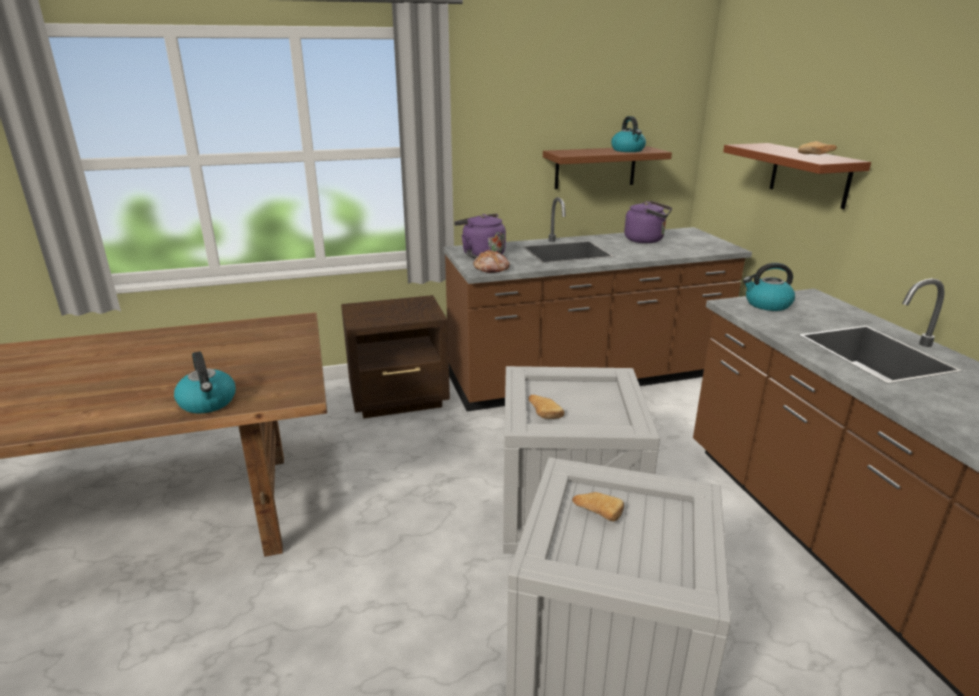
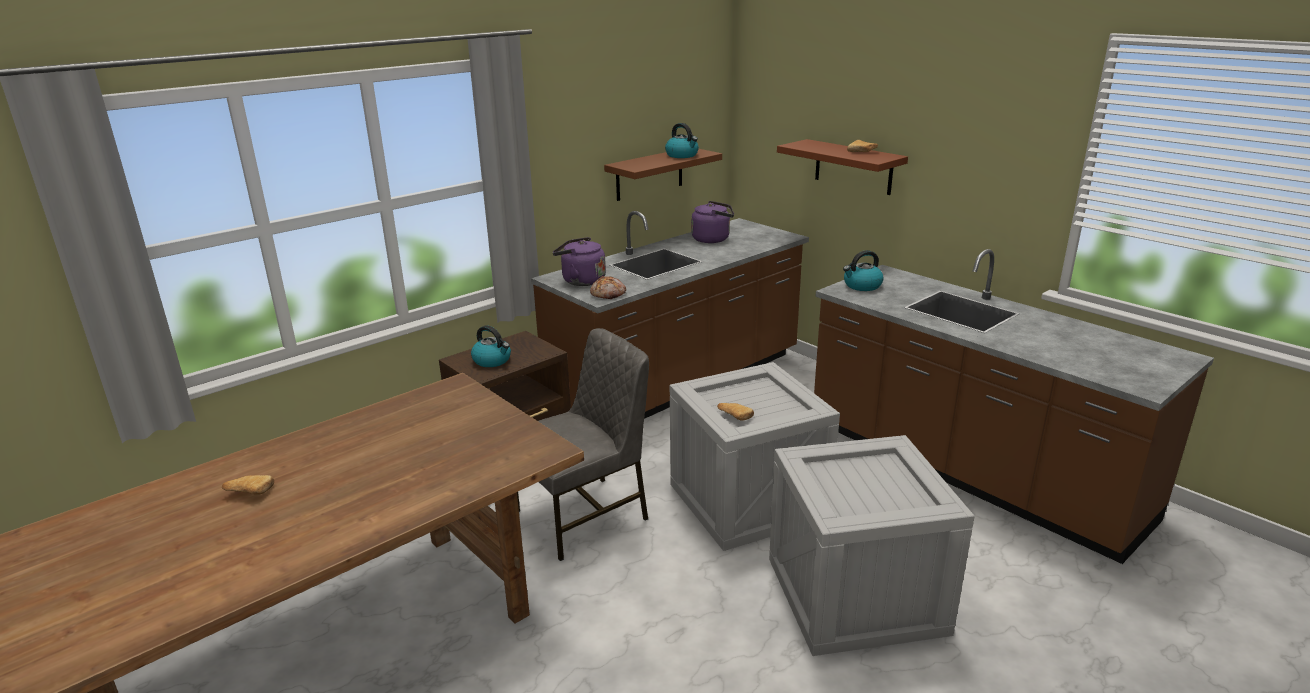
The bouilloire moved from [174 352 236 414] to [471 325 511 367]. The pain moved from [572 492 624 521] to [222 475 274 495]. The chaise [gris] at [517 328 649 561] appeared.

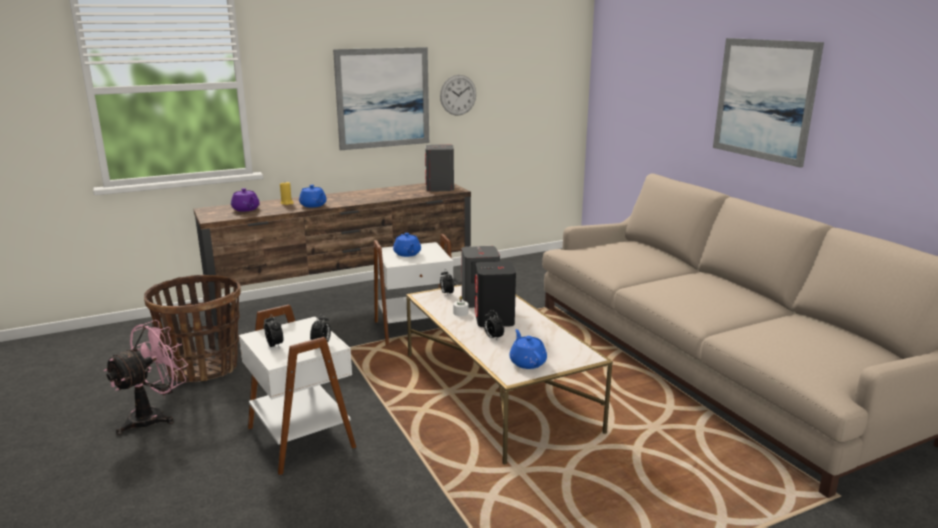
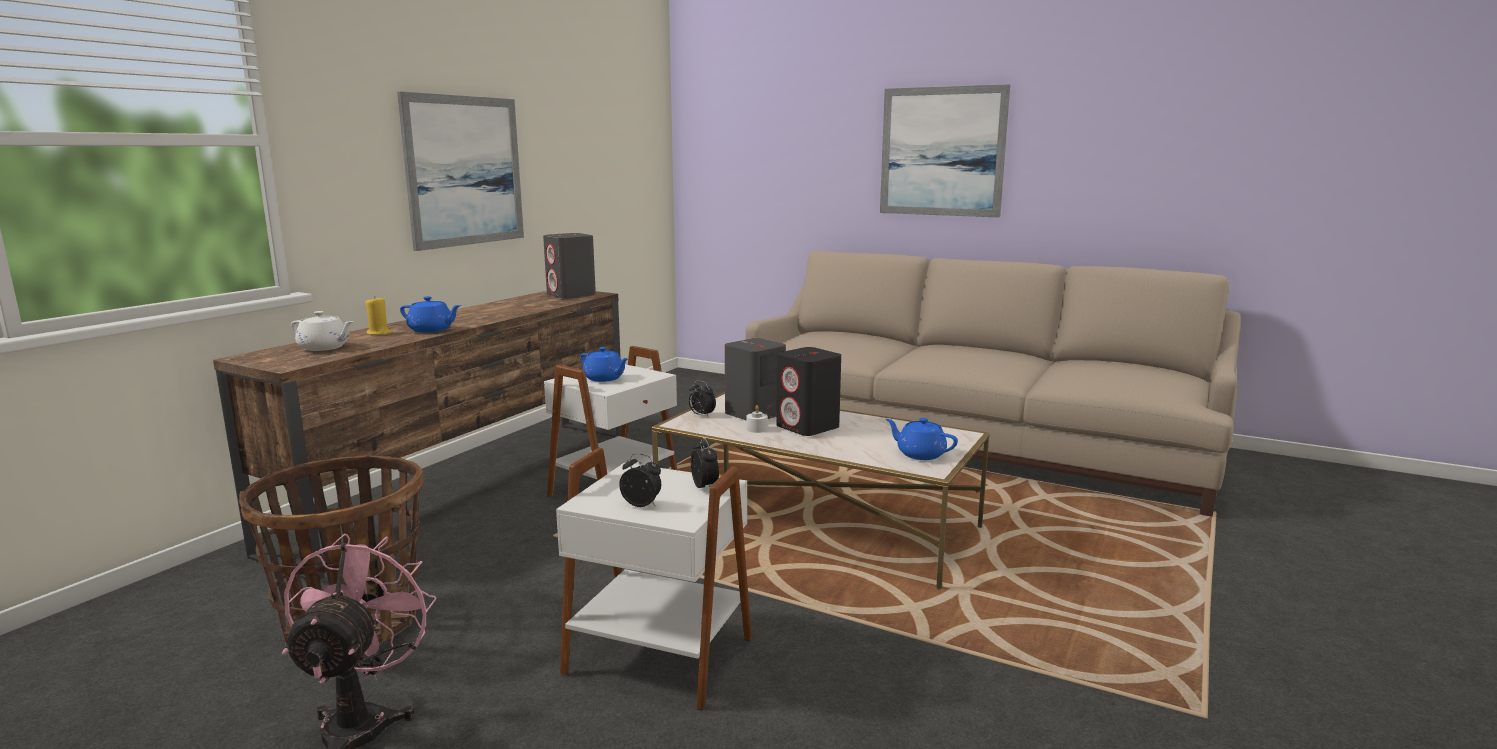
The horloge murale at [440 75 476 116] disappeared. The théière [violet] at [231 188 260 212] became the théière [blanc] at [291 311 354 351]. The réveil at [484 310 504 340] disappeared.

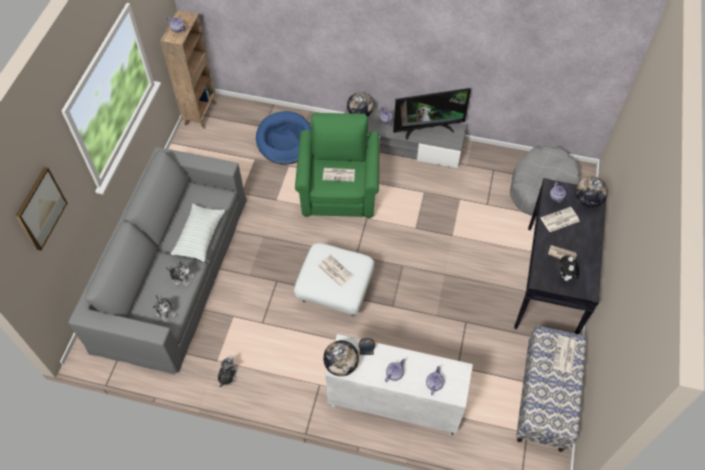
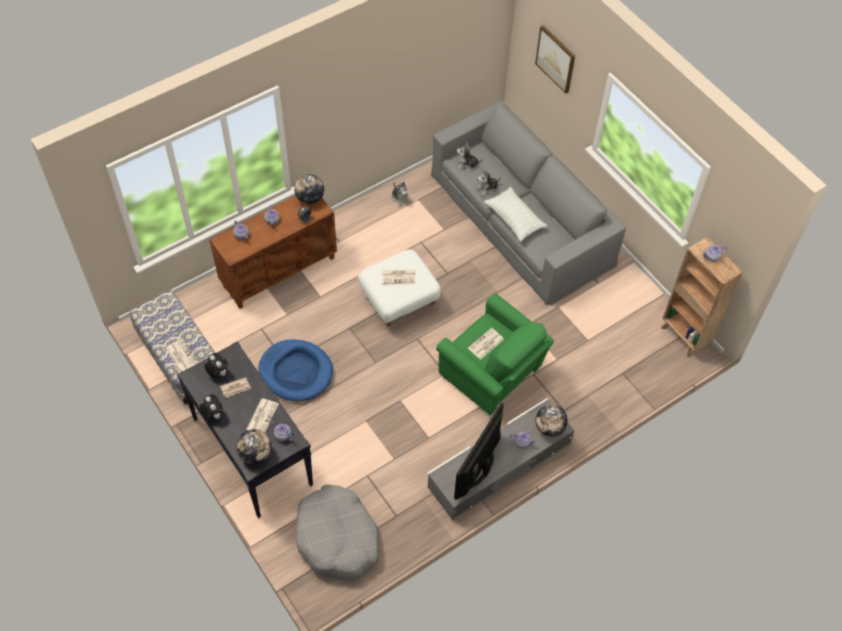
The panier pour chien [bleu] moved from [256 111 311 165] to [259 339 333 401]. The meuble de rangement [blanc] at [326 334 473 436] became the meuble de rangement [marron] at [209 196 337 309]. The peluche at [200 394 223 419] appeared.

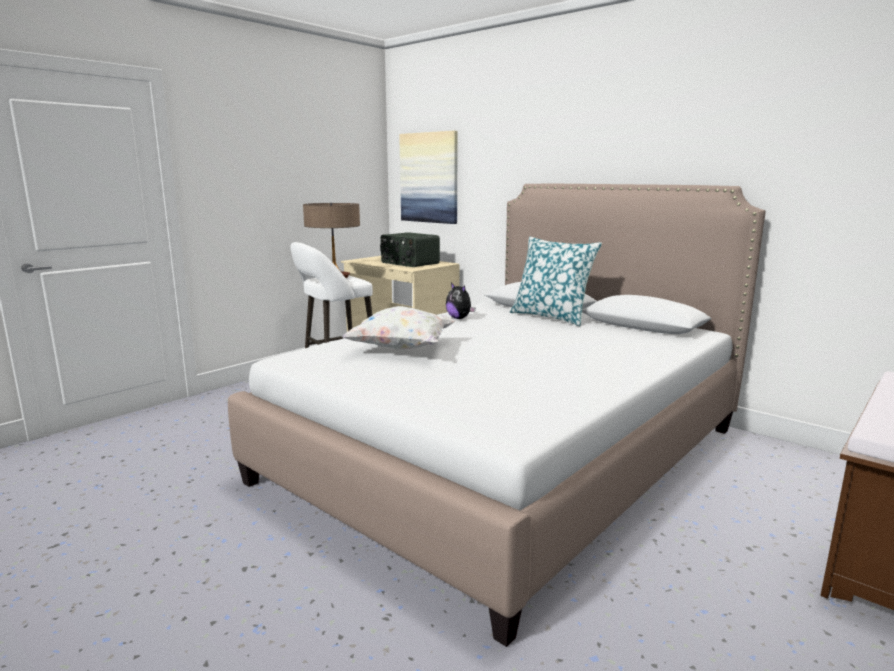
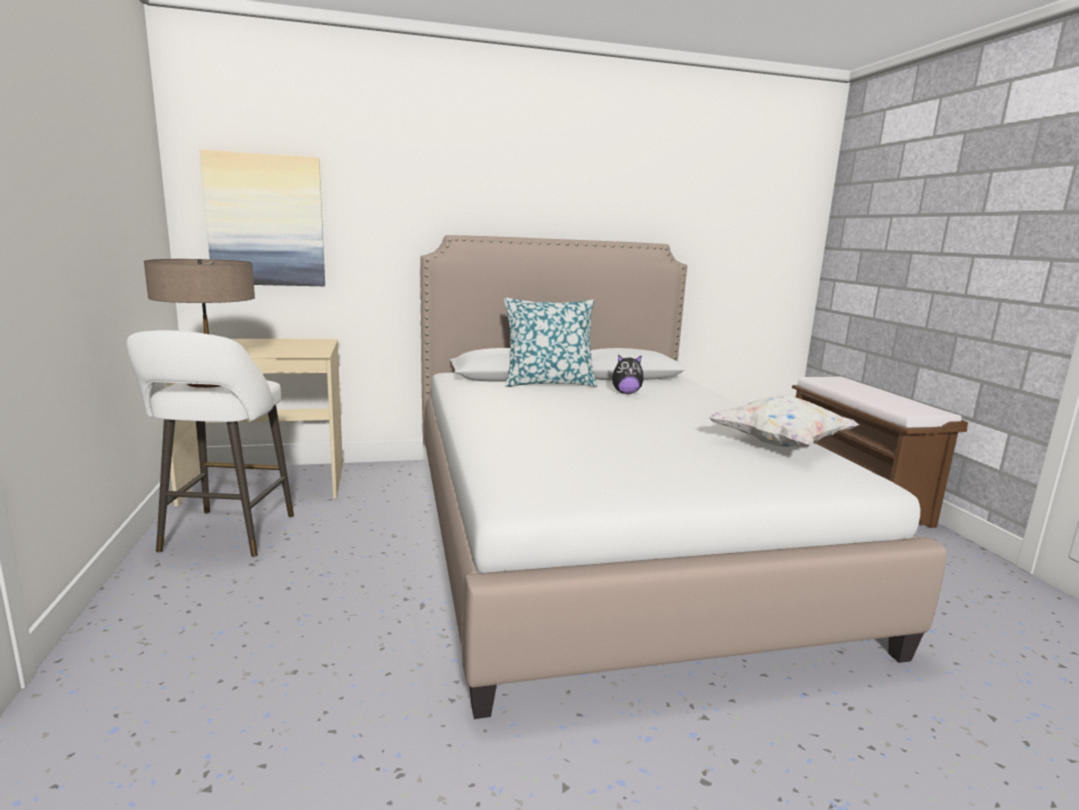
The radio at [380 232 440 267] disappeared. The peluche moved from [446 283 475 319] to [612 354 644 394]. The coussin [blanc] moved from [341 306 456 350] to [708 396 859 447].

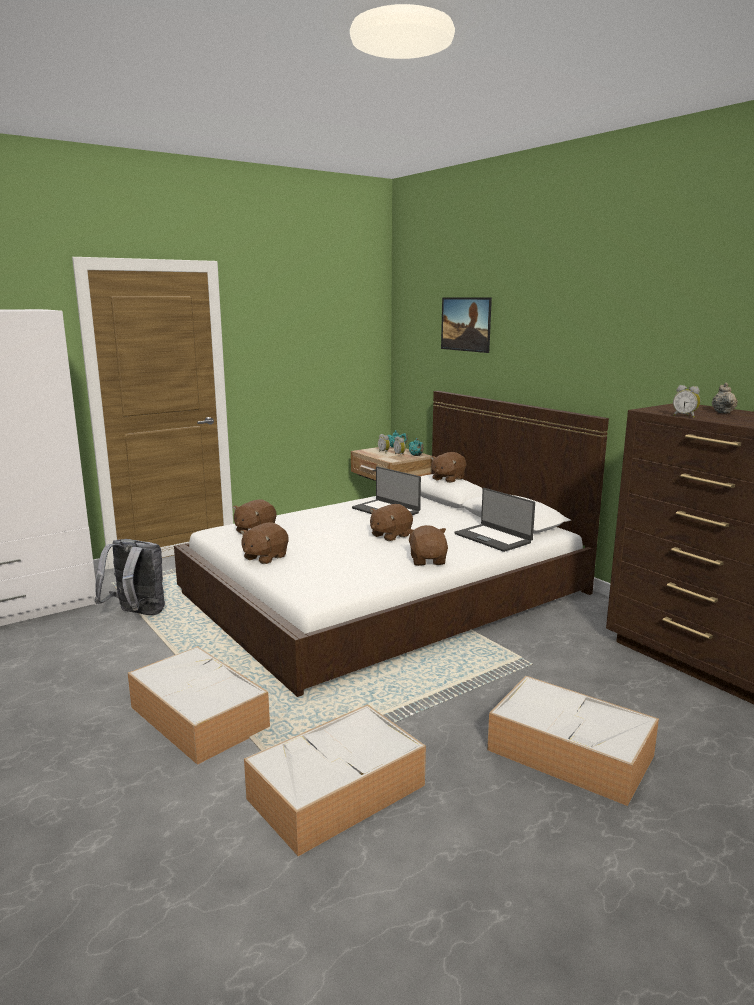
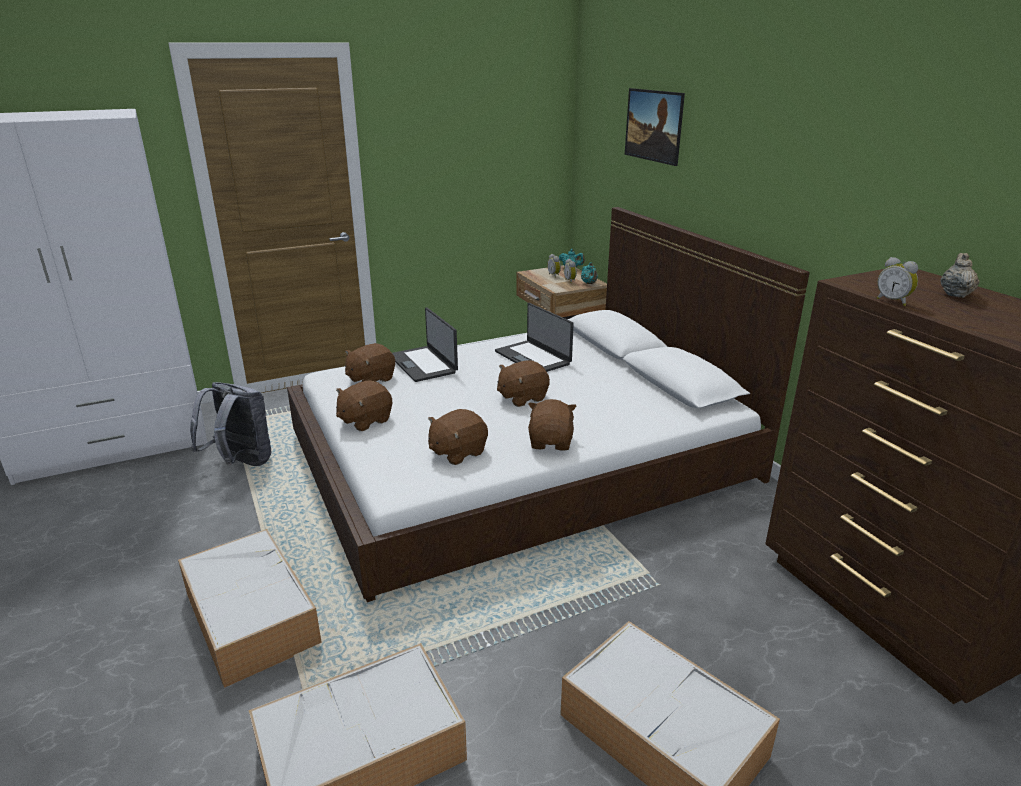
The peluche [marron] moved from [430 452 466 483] to [428 409 488 465]. The ordinateur portable moved from [454 488 535 552] to [392 307 458 382].

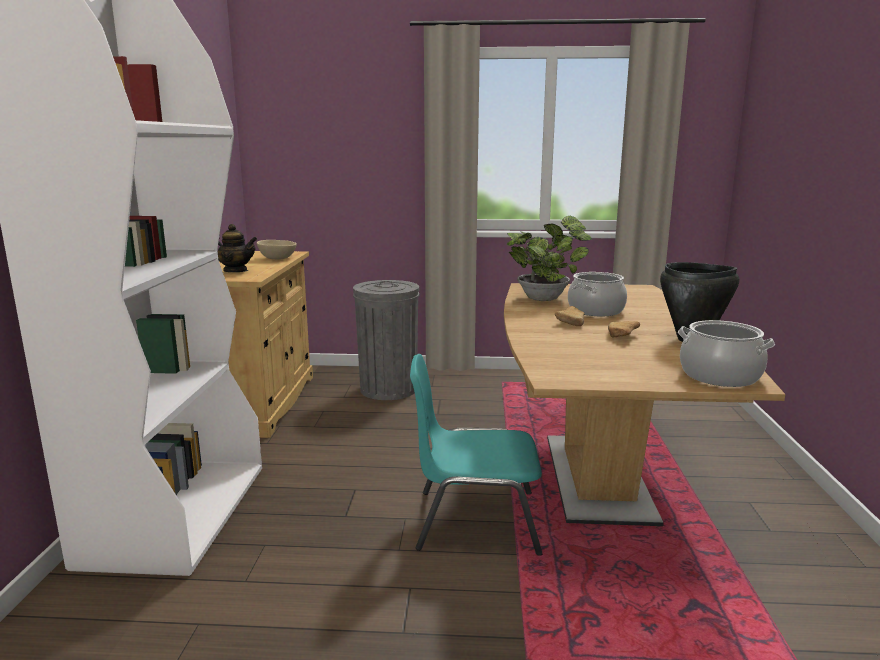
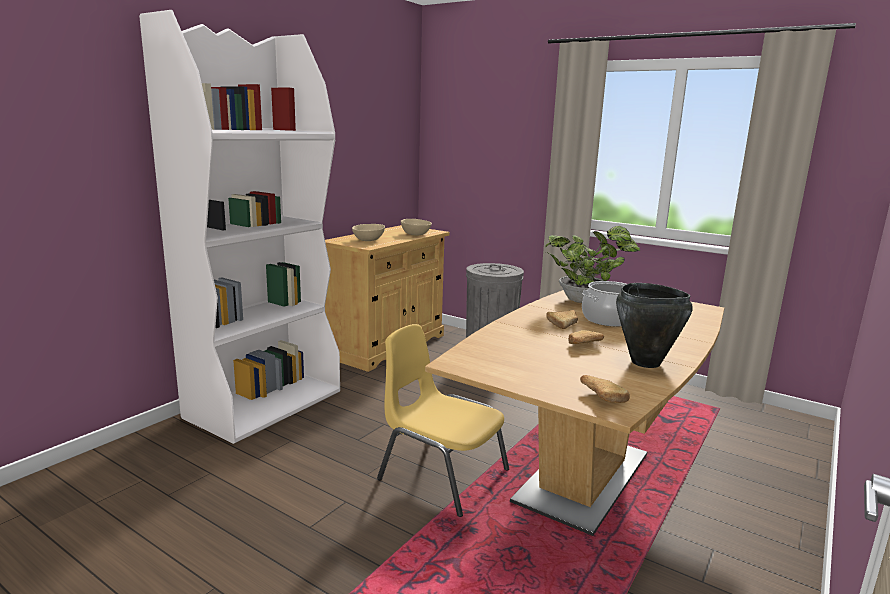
The théière at [218 224 257 272] was replaced by the bol [beige] at [352 224 385 241]. The marmite at [678 320 775 387] was replaced by the pain at [580 375 630 403]. The chaise [turquoise] at [410 354 542 556] became the chaise [jaune] at [377 324 509 517].

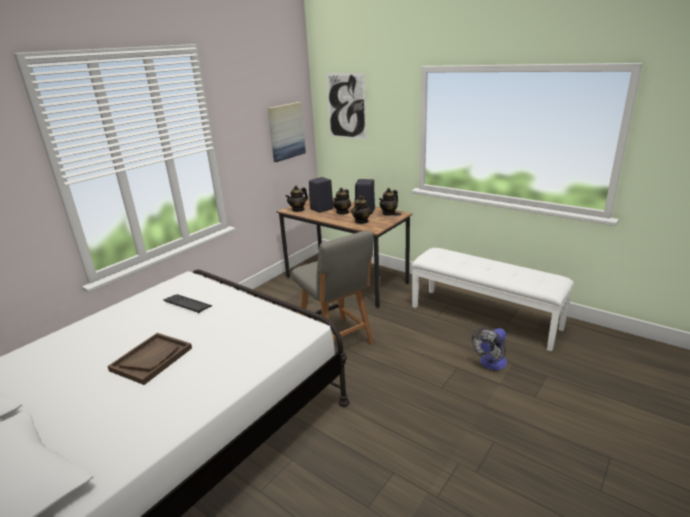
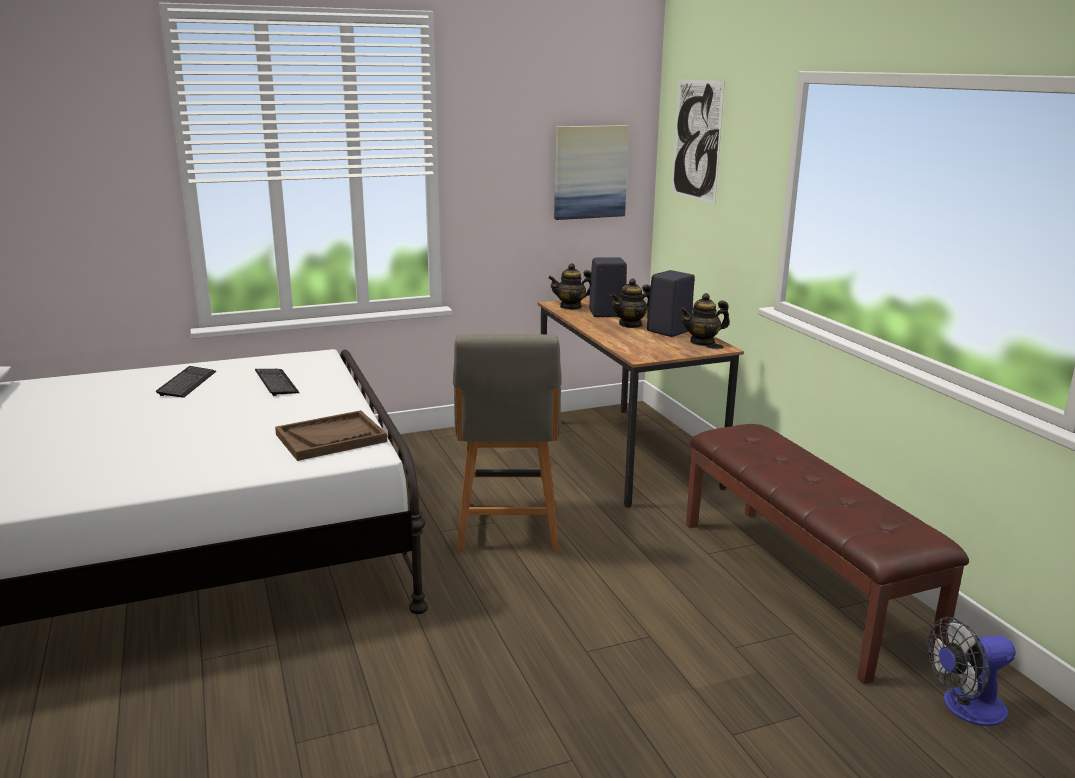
The théière at [351 195 371 224] disappeared. The banc [blanc] at [411 248 574 351] became the banc [marron] at [686 424 969 684]. The ventilateur moved from [472 328 507 370] to [928 617 1016 726]. The plateau [marron] moved from [107 333 192 385] to [275 410 387 461]. The clavier at [156 366 216 398] appeared.

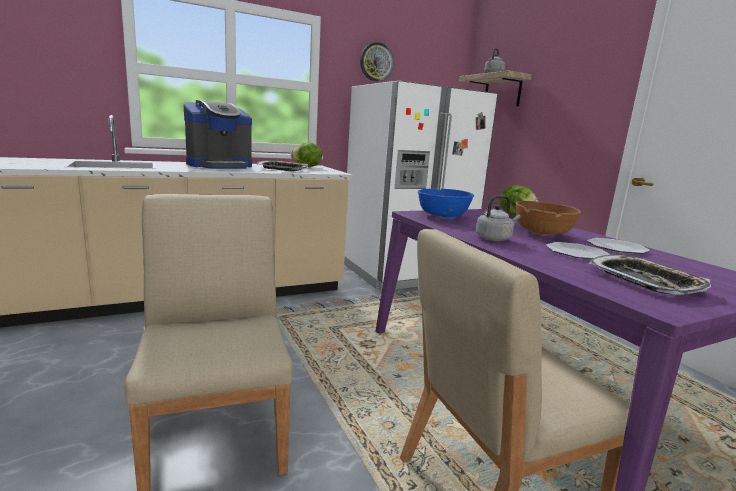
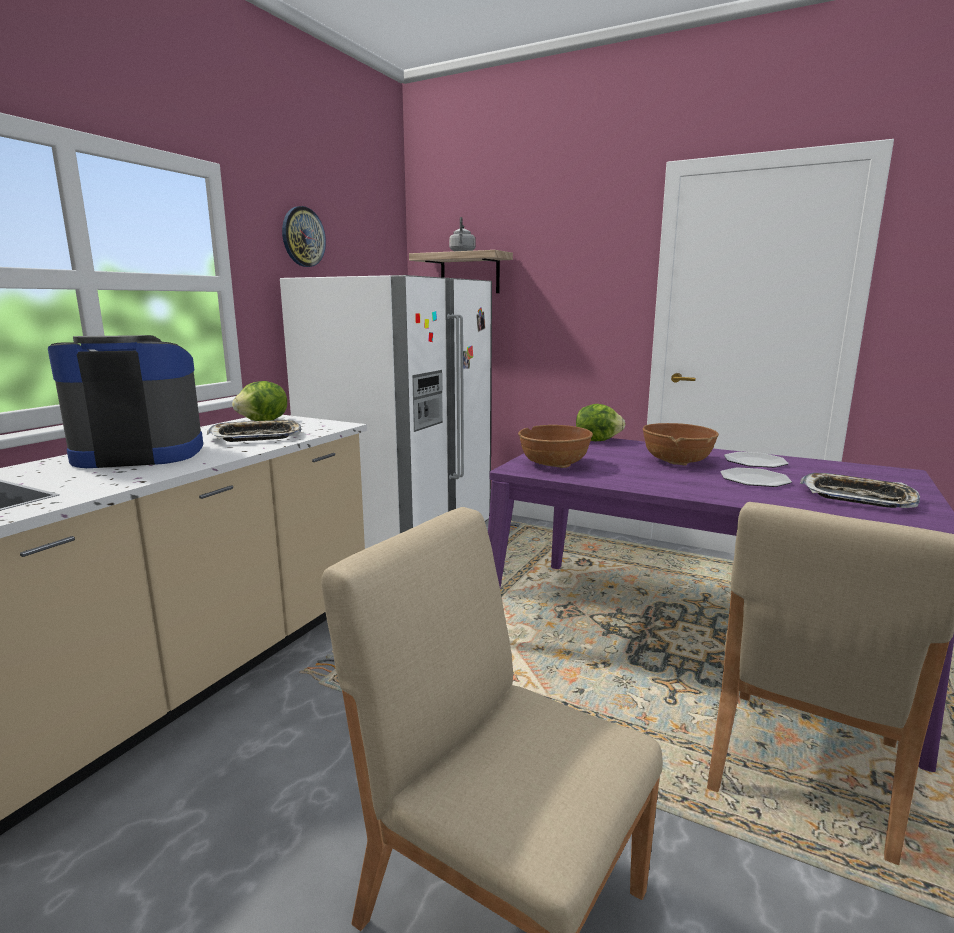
The machine à café at [184 100 252 169] turned 120 degrees counterclockwise. The bol [bleu] at [418 189 474 219] became the bol [marron] at [518 425 593 468]. The bouilloire [gris] at [476 195 520 241] disappeared.

